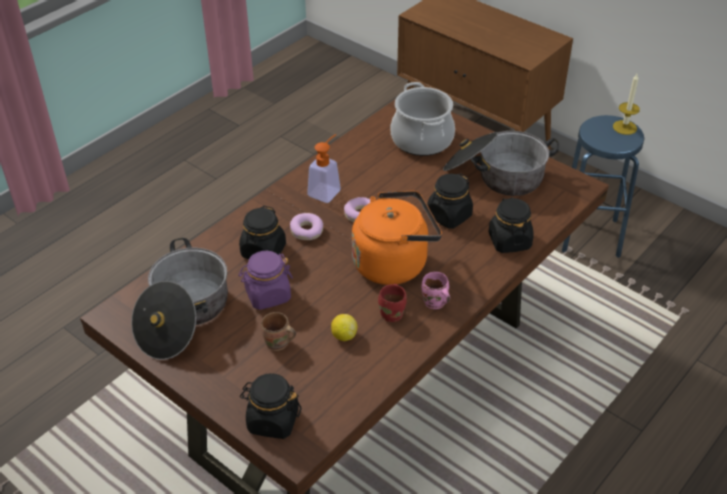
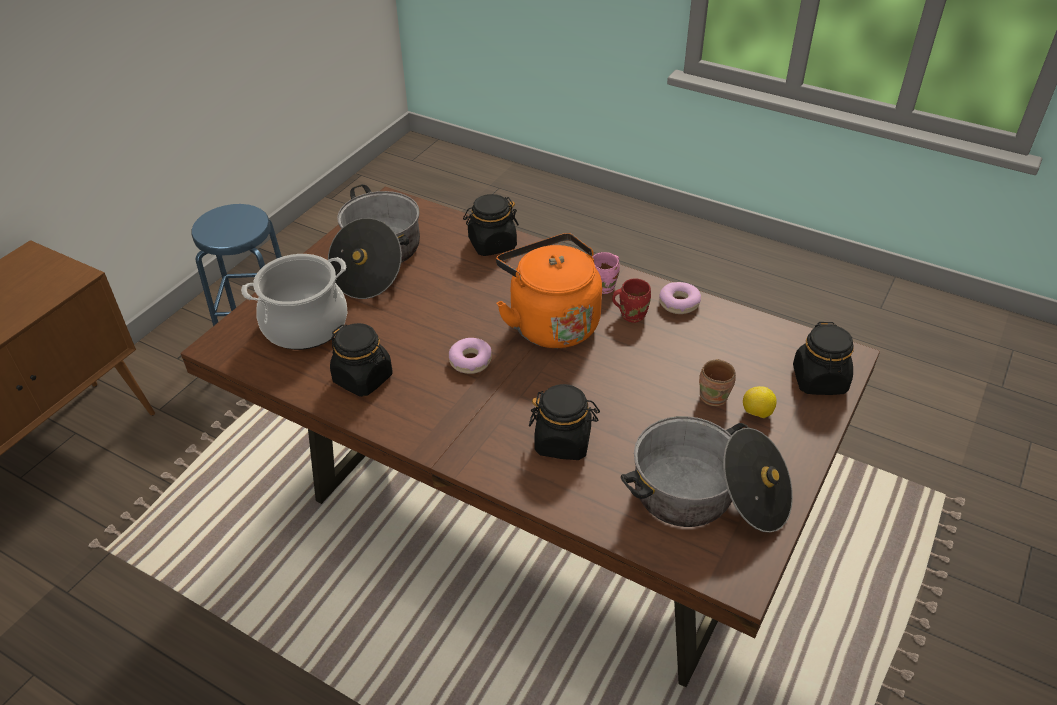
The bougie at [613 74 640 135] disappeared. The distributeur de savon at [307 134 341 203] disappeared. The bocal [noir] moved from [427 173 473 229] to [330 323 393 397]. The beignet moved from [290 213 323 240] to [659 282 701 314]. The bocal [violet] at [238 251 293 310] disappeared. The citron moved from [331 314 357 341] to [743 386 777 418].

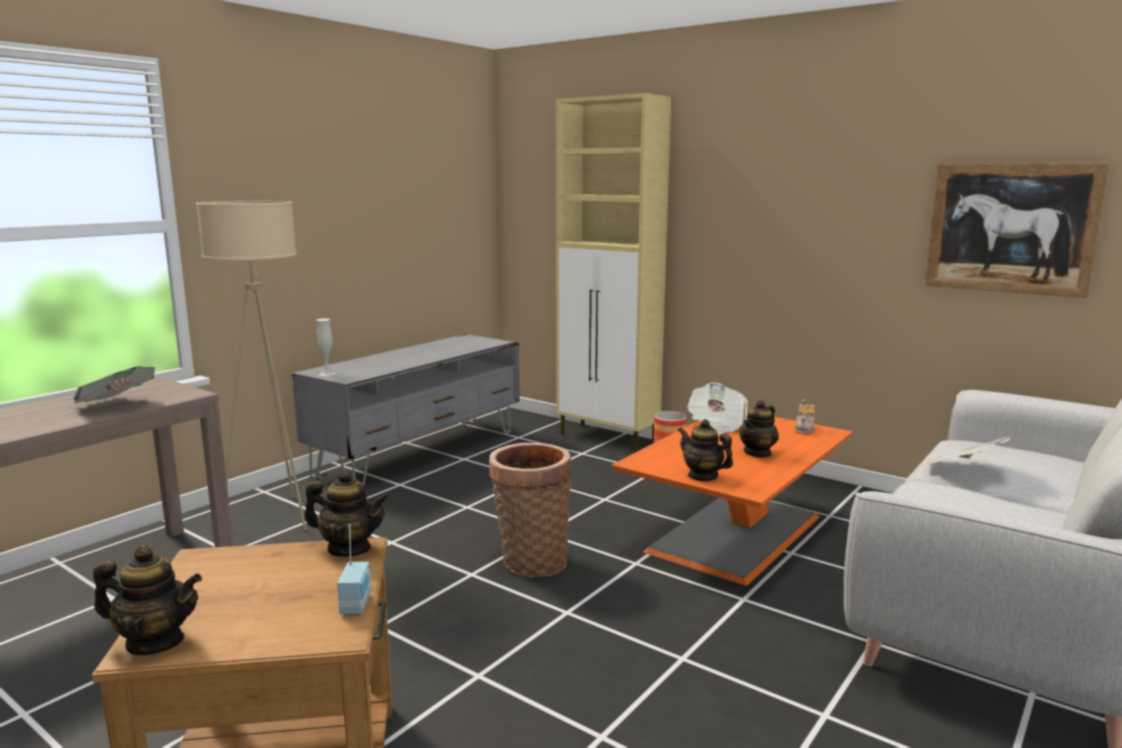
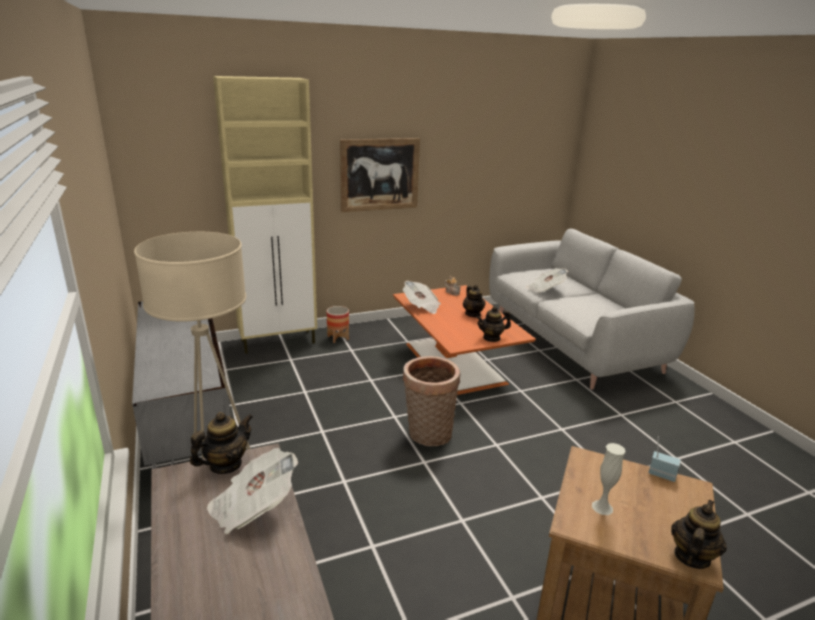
The tableau moved from [924 163 1110 298] to [340 138 420 212]. The vase [blanc] moved from [316 319 335 376] to [592 443 626 515]. The théière moved from [304 469 389 557] to [190 412 253 474].

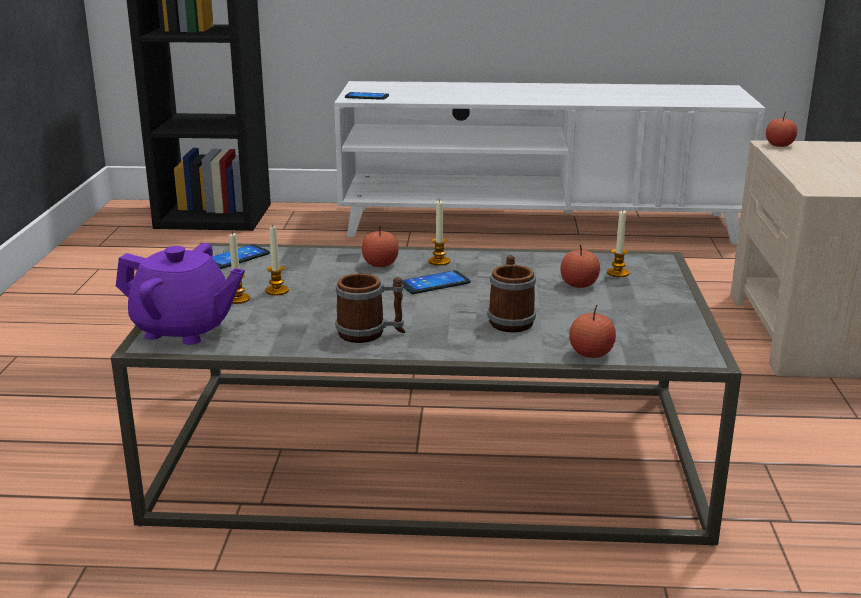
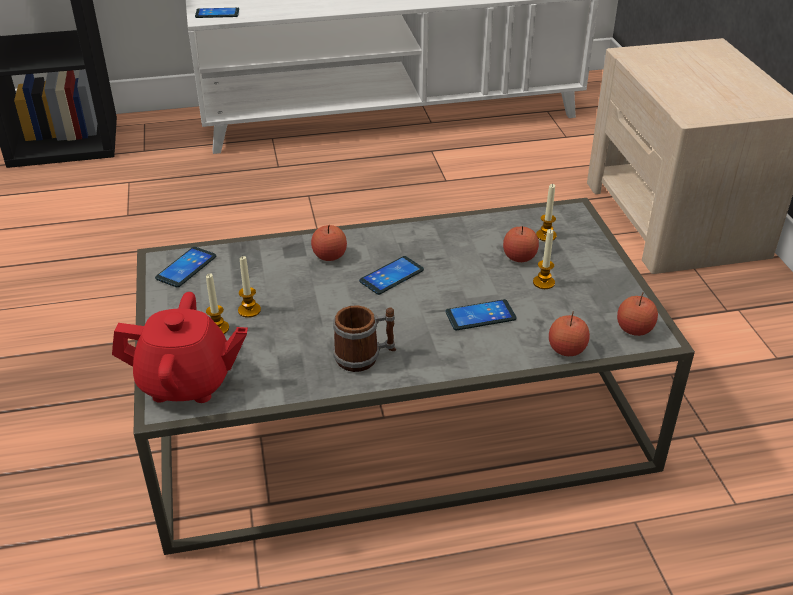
The pomme moved from [766 111 797 147] to [617 292 658 336]. The bougie moved from [428 200 450 266] to [533 229 555 289]. The théière [violet] at [116 243 245 345] became the théière [rouge] at [112 292 248 403]. The mug at [487 255 536 332] was replaced by the téléphone at [445 299 517 331].

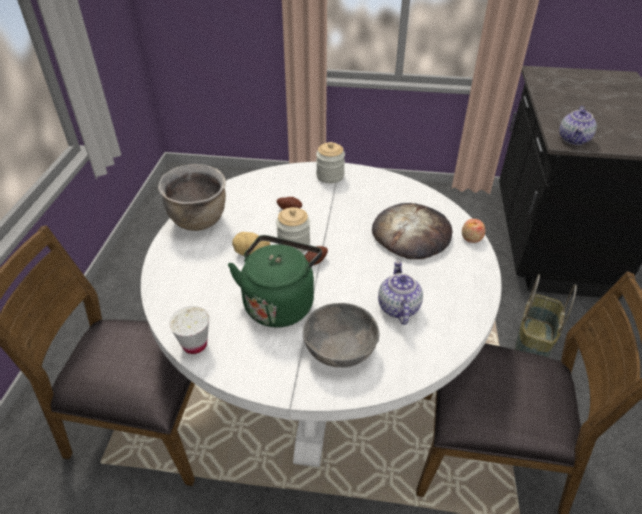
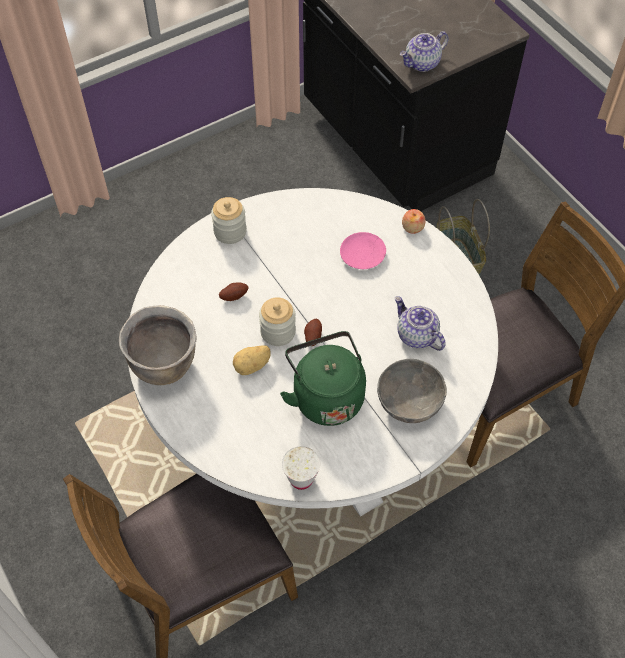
The théière at [559 106 597 145] turned 75 degrees clockwise. The pain at [372 203 452 259] was replaced by the assiette [rose] at [340 232 386 269].

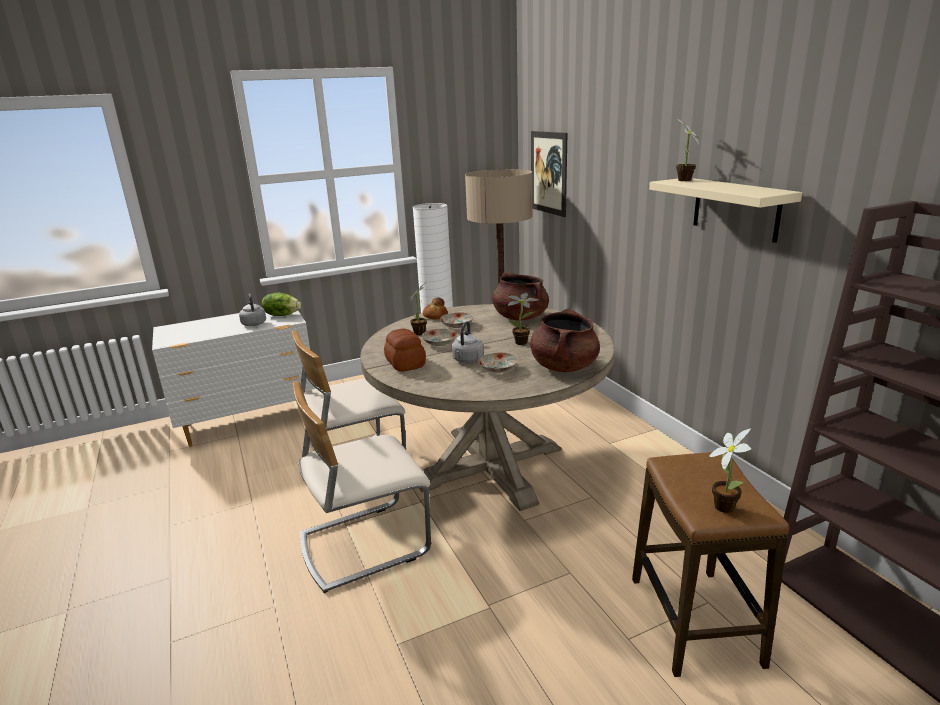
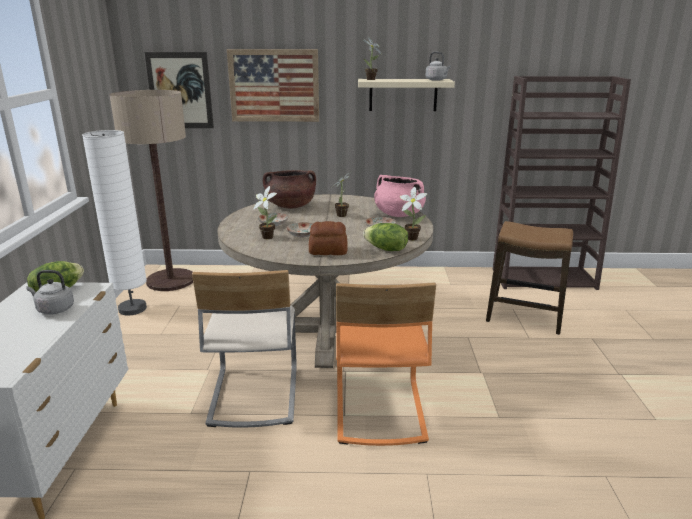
The pain at [423 297 448 319] disappeared. The marmite [marron] at [530 308 600 372] became the marmite [rose] at [374 175 426 217]. The bouilloire [gris] moved from [452 321 484 363] to [425 52 451 81]. The chaise [beige] at [293 381 431 593] became the chaise [orange] at [336 283 436 446]. The plante en pot moved from [709 429 751 513] to [400 187 428 240]. The tableau at [227 49 319 122] appeared. The laitue at [363 223 408 251] appeared.

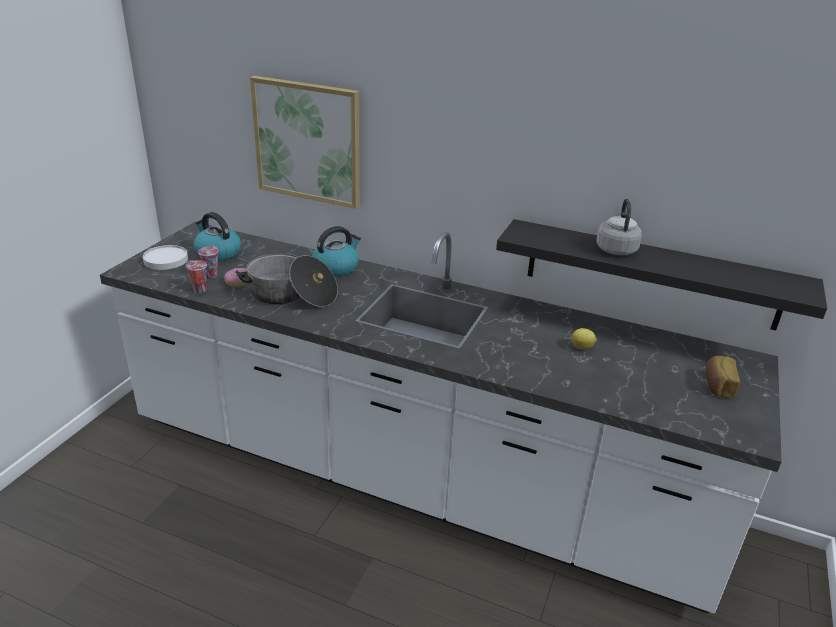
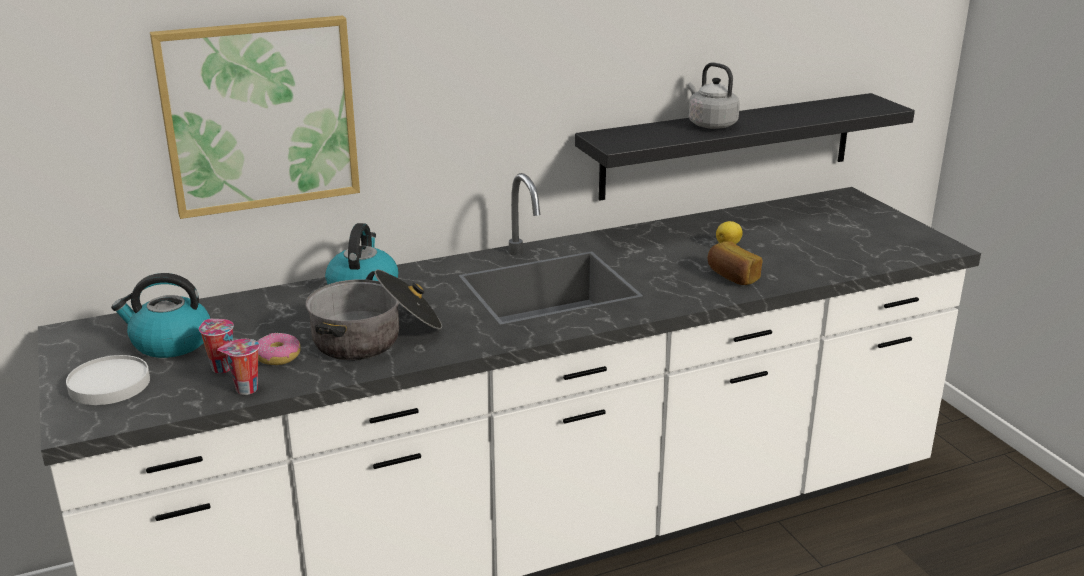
The pain moved from [706 356 740 398] to [707 241 762 285].

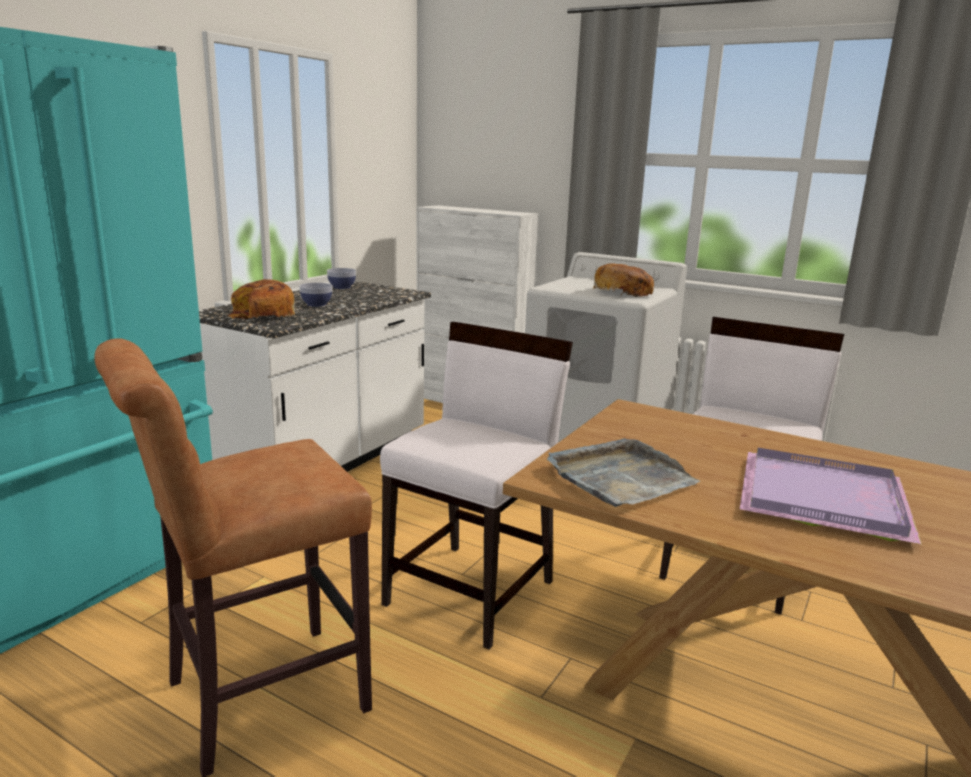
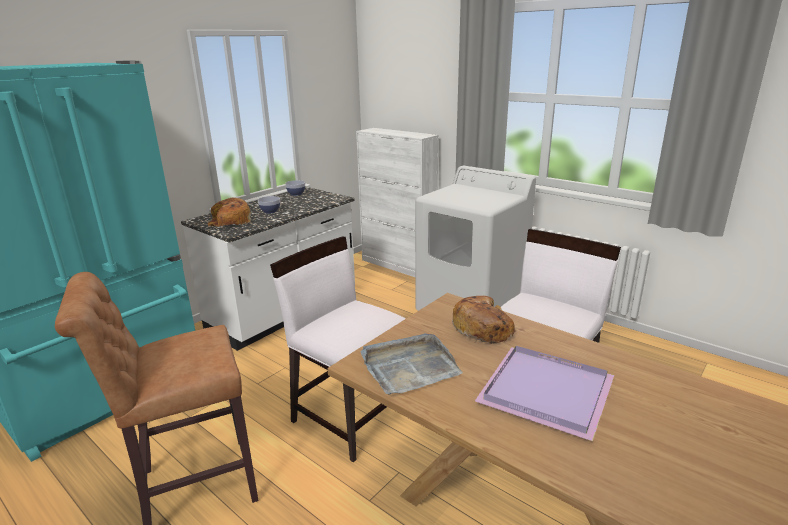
The pain moved from [593 263 654 297] to [452 296 516 344]. The chaise [blanc] at [380 322 573 649] turned 90 degrees counterclockwise.

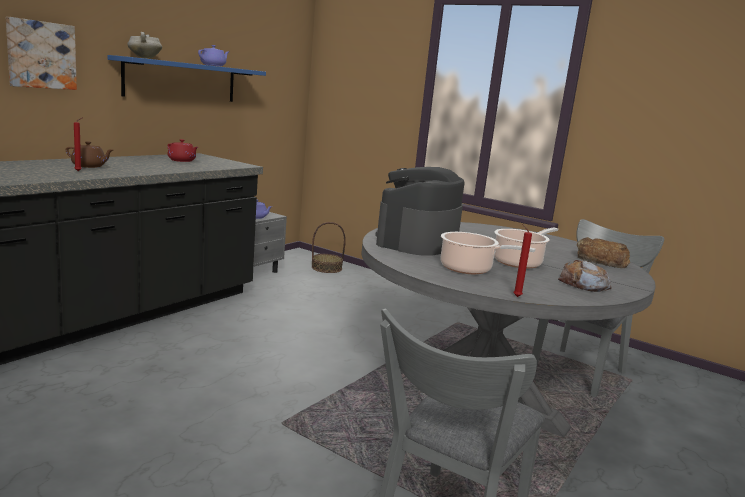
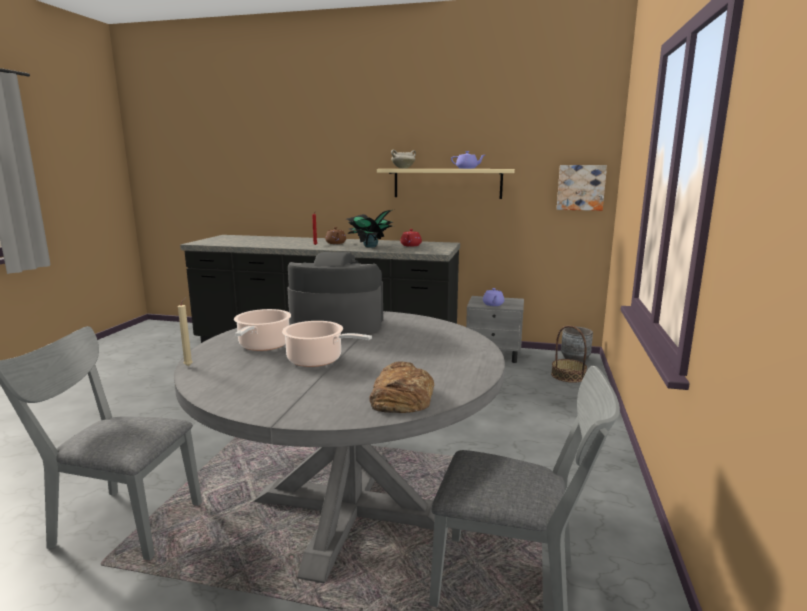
The tableau moved from [6 17 77 90] to [557 165 607 211]. The étagère [bleu] at [108 55 266 102] became the étagère [beige] at [377 169 515 199]. The bougie [rouge] at [513 224 532 297] became the bougie [beige] at [178 297 193 366]. The pain at [558 260 612 292] disappeared. The plante en pot at [347 209 395 248] appeared. The cache-pot [gris] at [561 326 593 362] appeared.

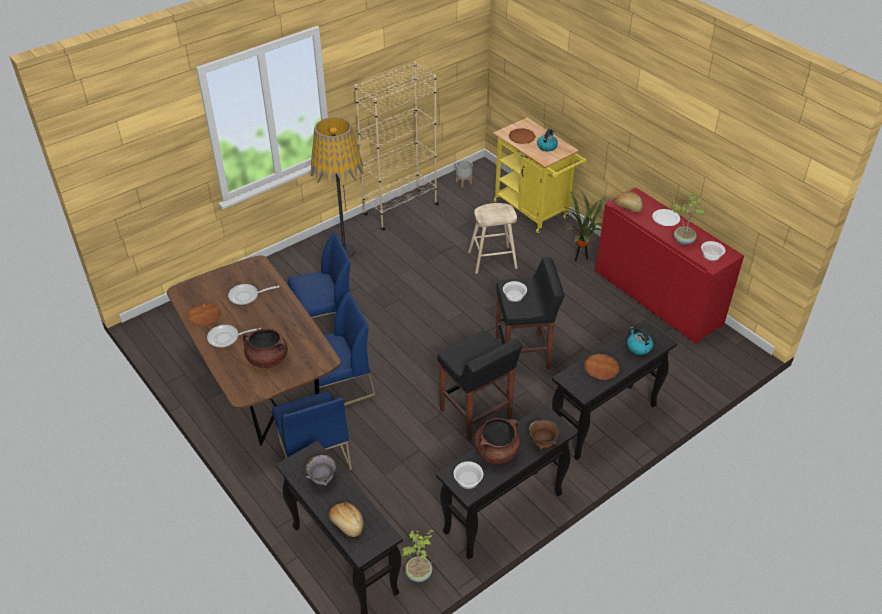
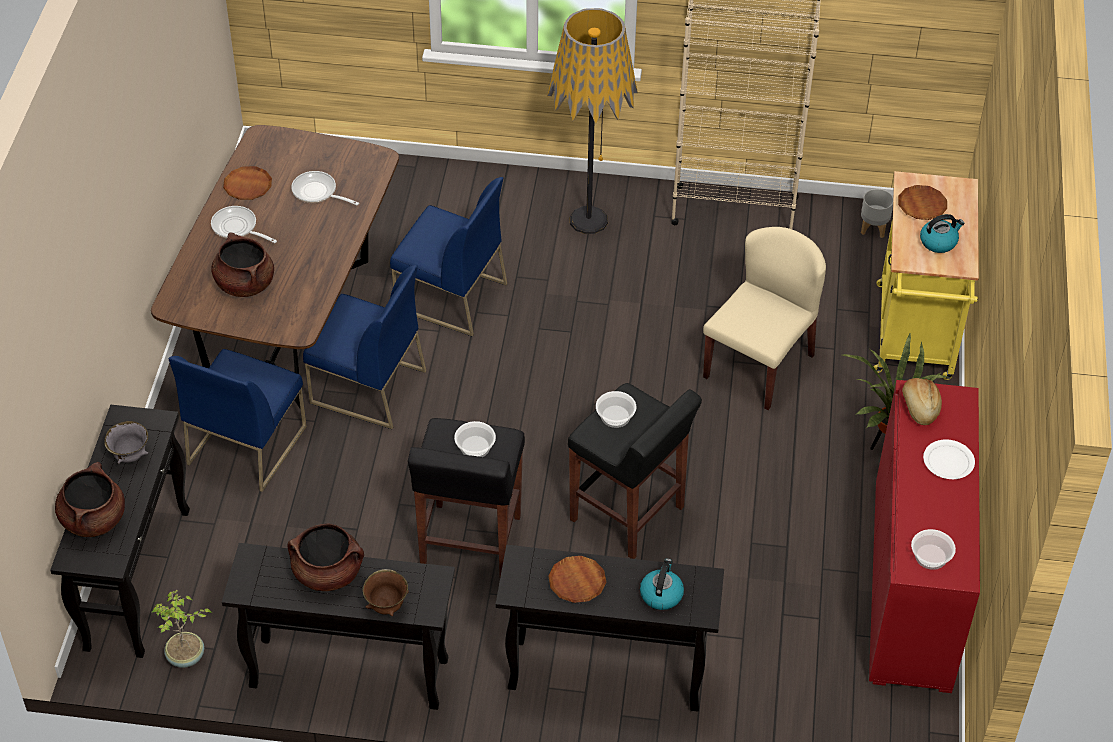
The plante en pot at [672 192 705 245] disappeared. The tabouret [beige] at [468 203 518 274] was replaced by the chaise [beige] at [703 227 826 410]. The bol moved from [454 461 483 489] to [454 421 496 457]. The pain at [329 502 364 537] was replaced by the marmite [marron] at [55 462 125 537].

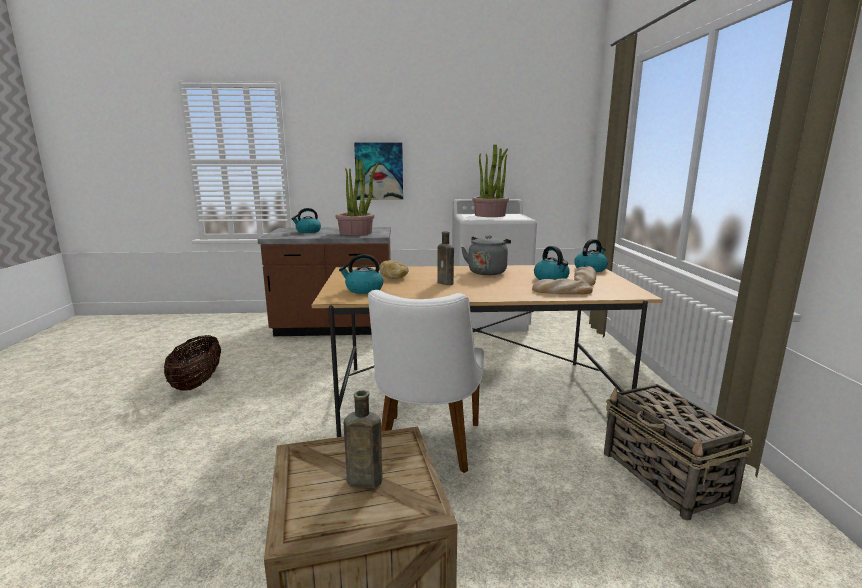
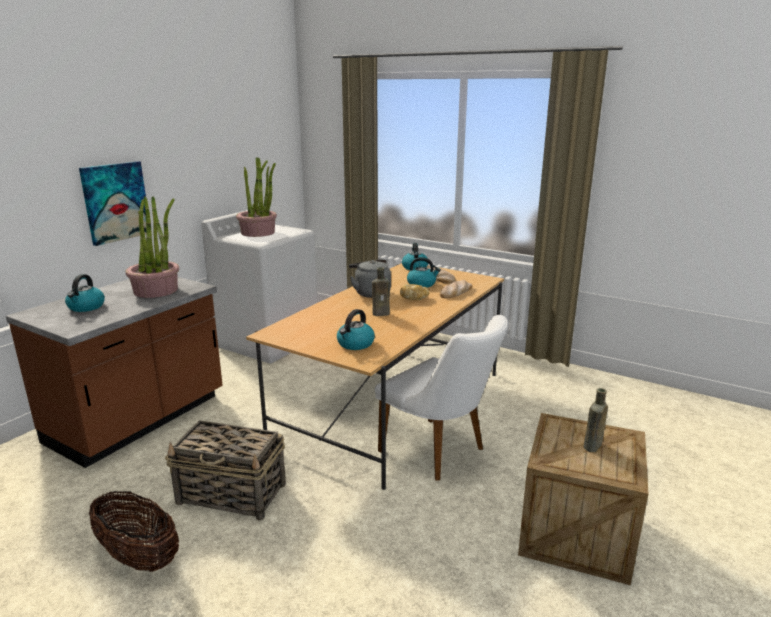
The pain moved from [379 260 409 279] to [400 284 429 300]. The panier moved from [604 384 753 520] to [165 421 286 521].

